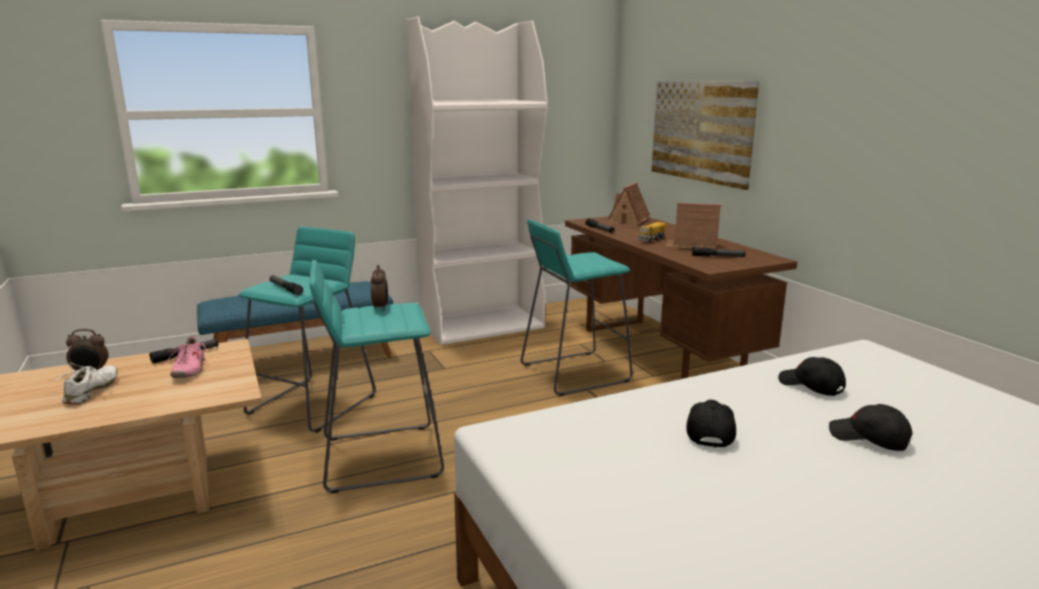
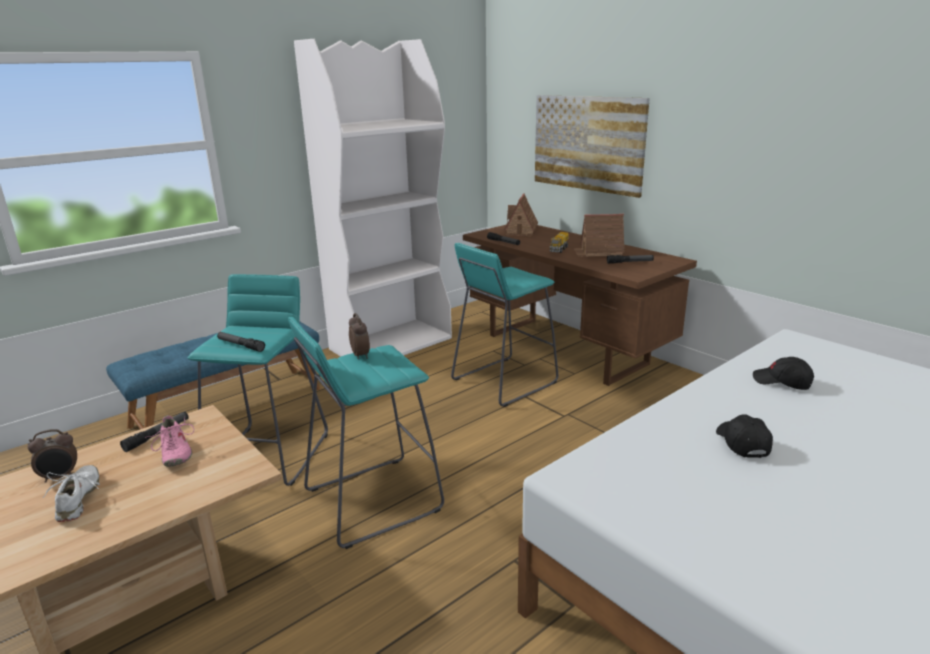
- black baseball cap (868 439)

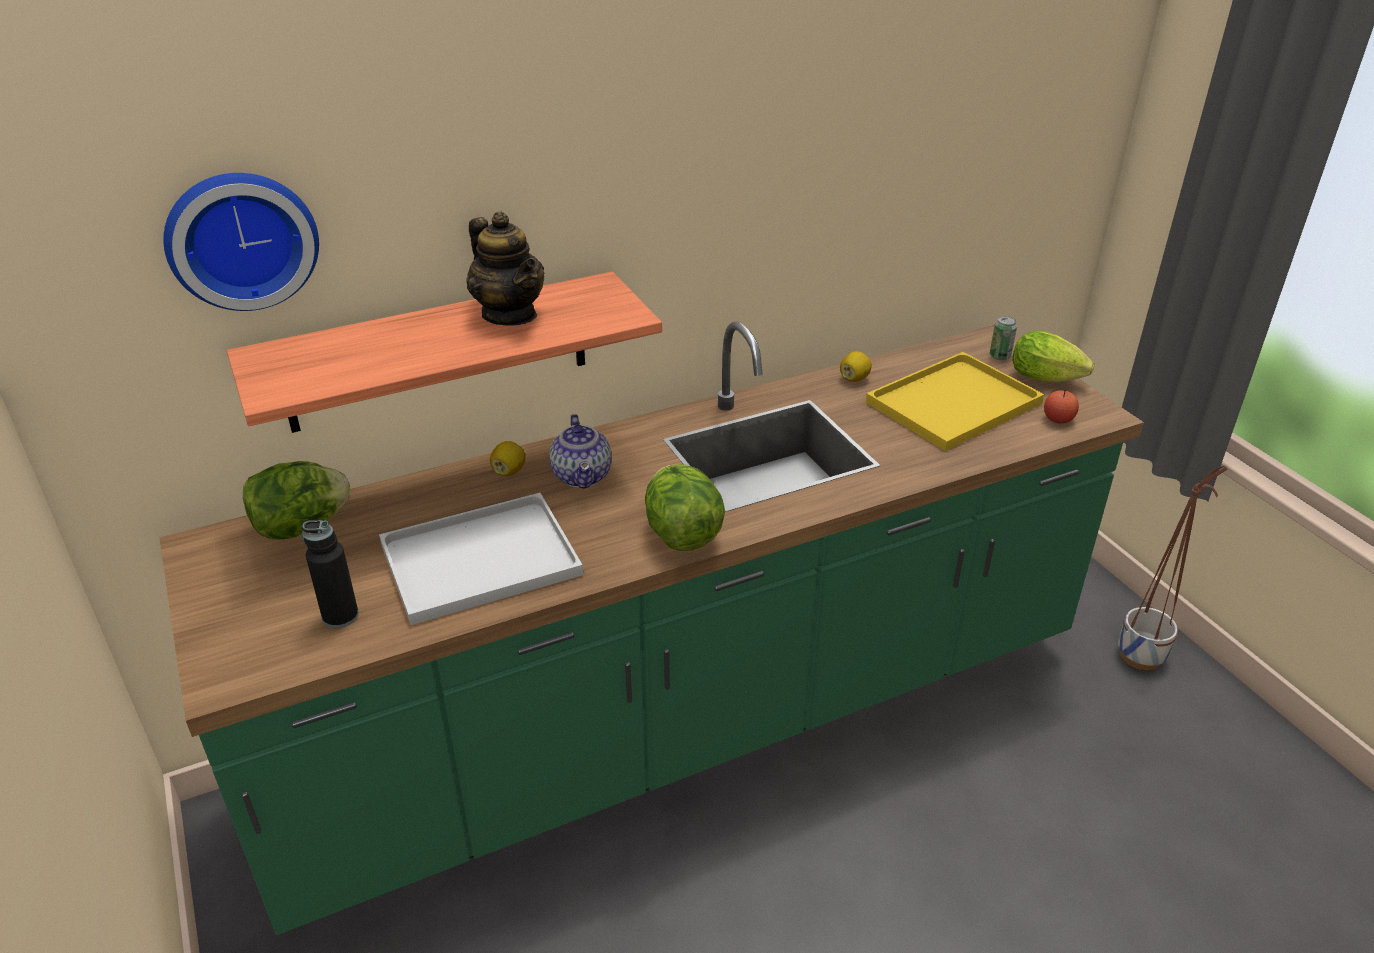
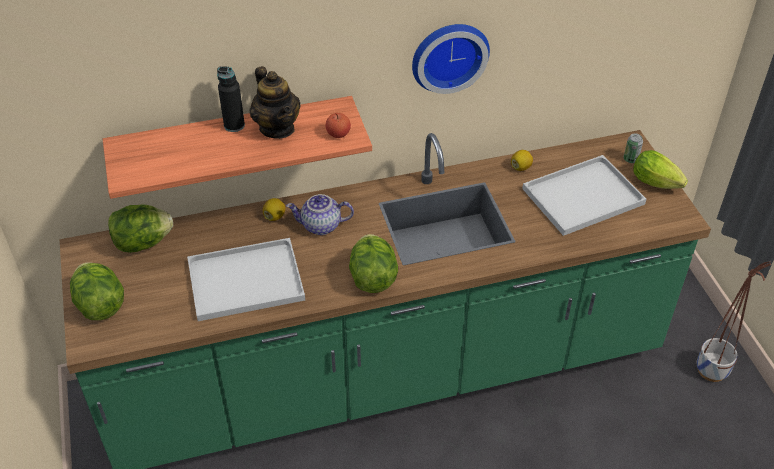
~ hanging clock (241 238) to (448 55)
~ yellowish tray (953 404) to white-coloured tray (582 198)
~ apple fruit (1058 419) to (338 134)
~ tea pot (583 476) = (320 226) 90 degrees clockwise
~ black beverage bottle (340 616) to (234 125)
+ lettuce (100 305)

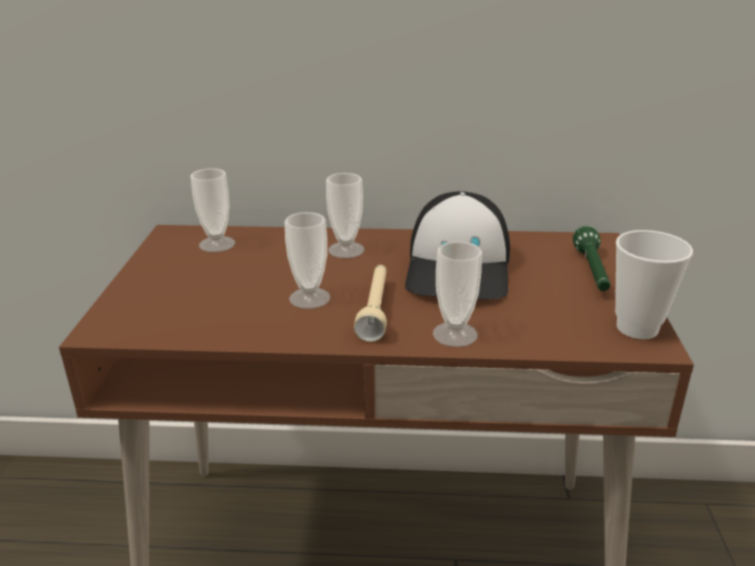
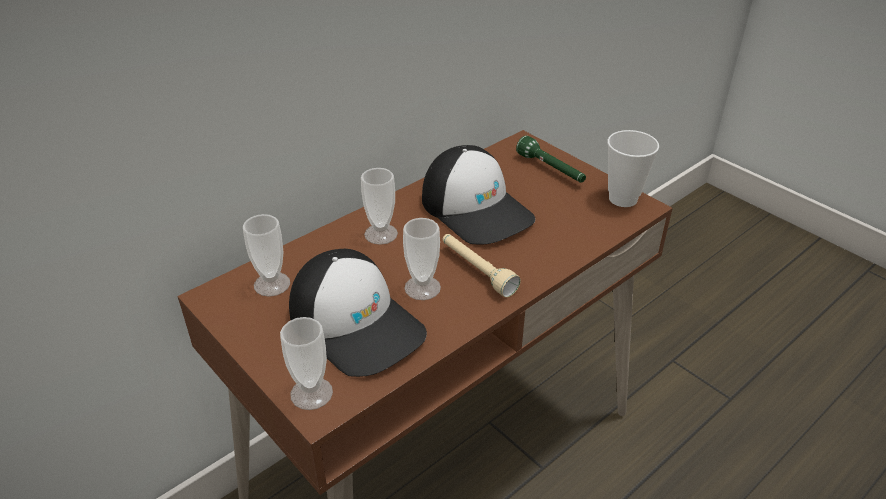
~ drinking cup (455 334) to (311 393)
+ baseball cap (357 324)

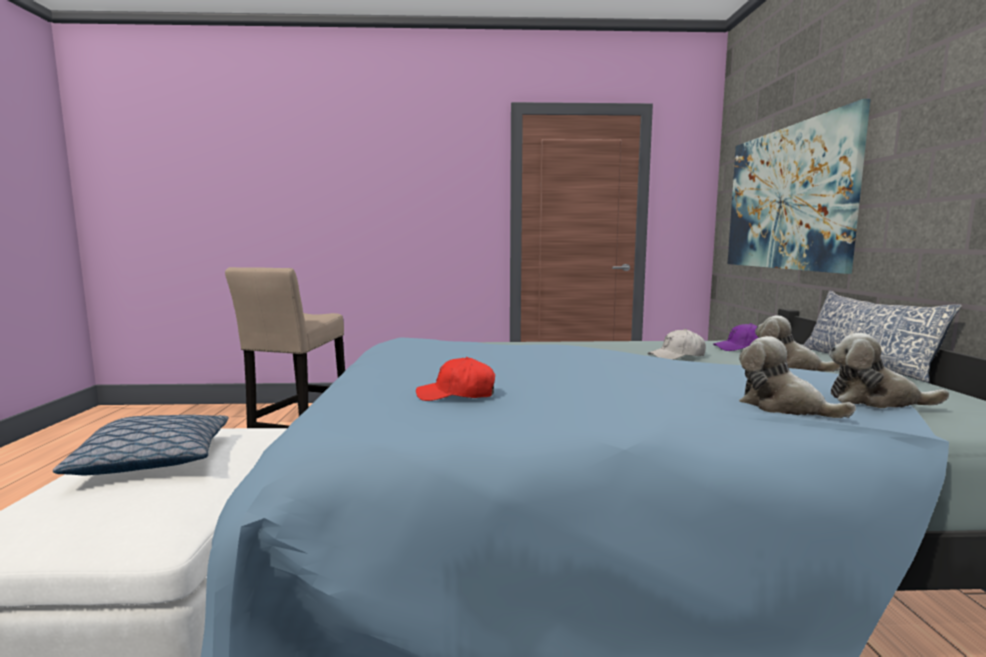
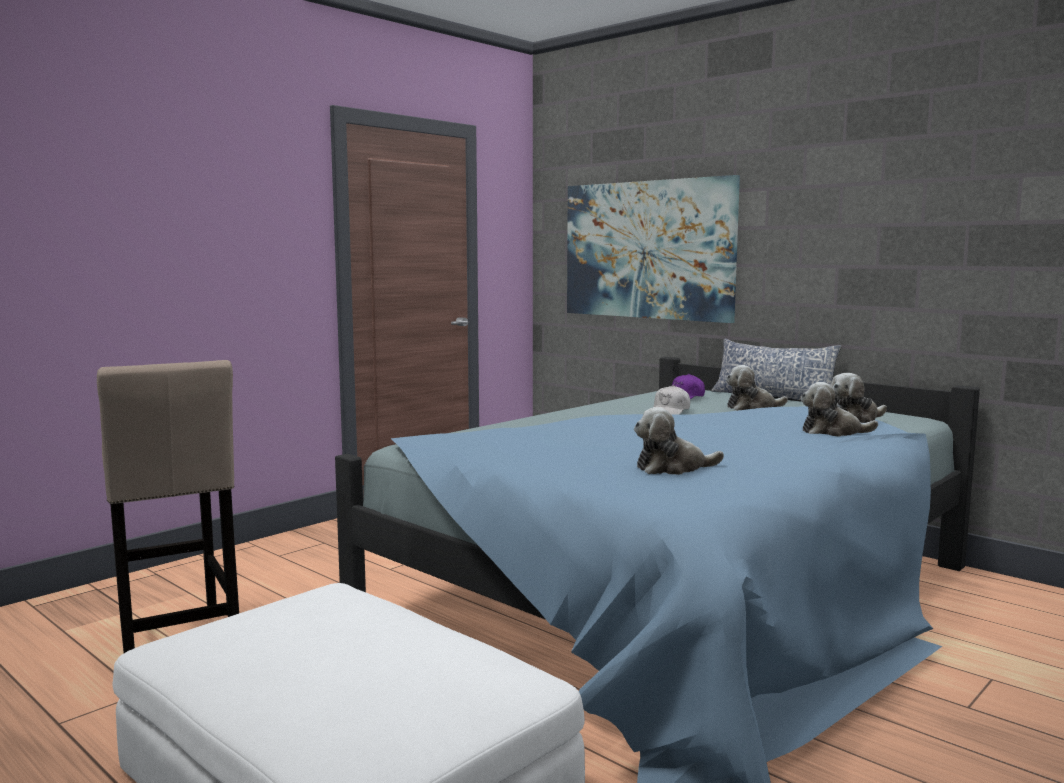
~ red baseball cap (457 395) to plush toy (672 468)
- throw pillow (155 460)

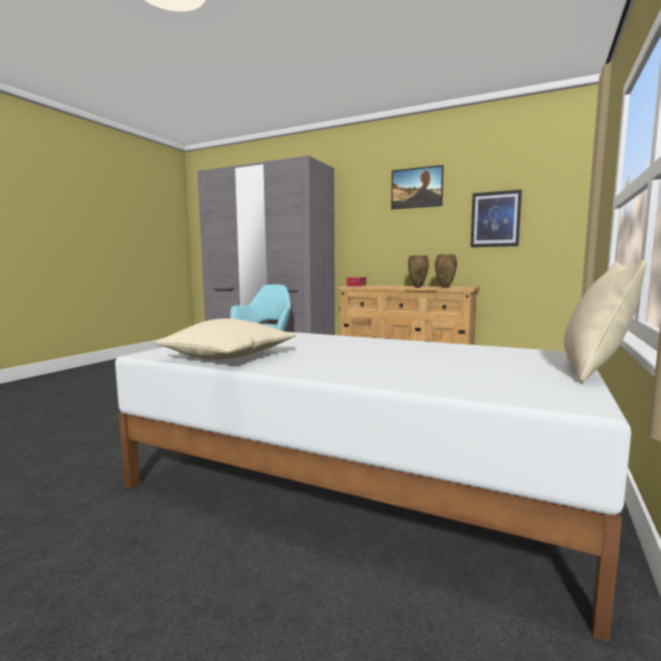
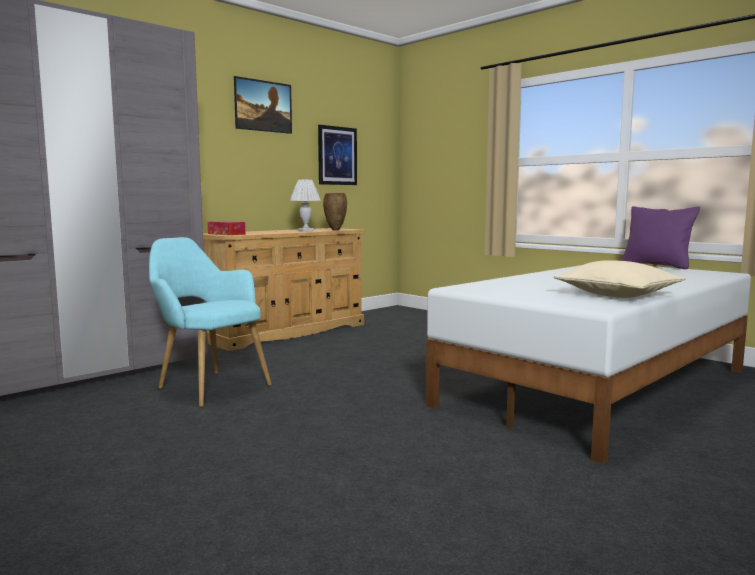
~ brown flower vase (417 287) to white-coloured tabletop lamp (306 231)
~ beige throw pillow (593 371) to purple throw pillow (656 266)

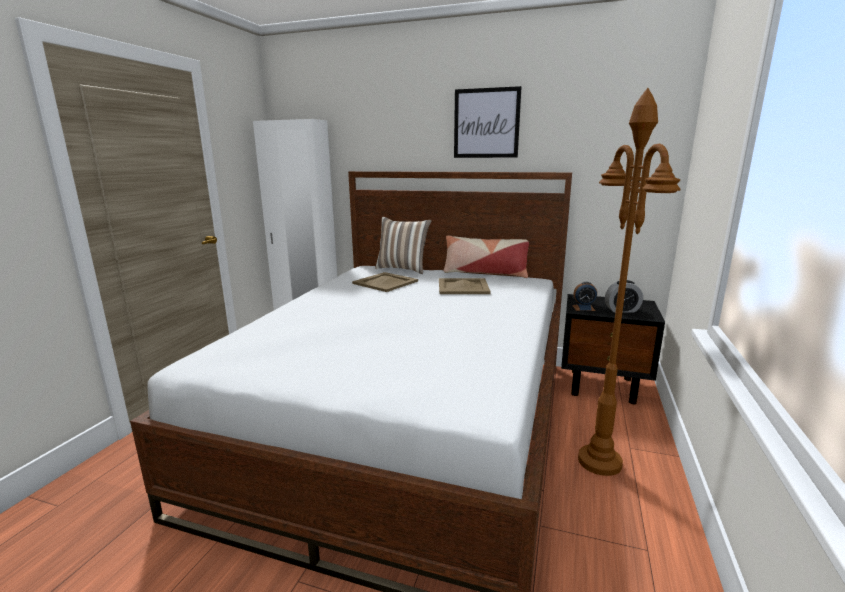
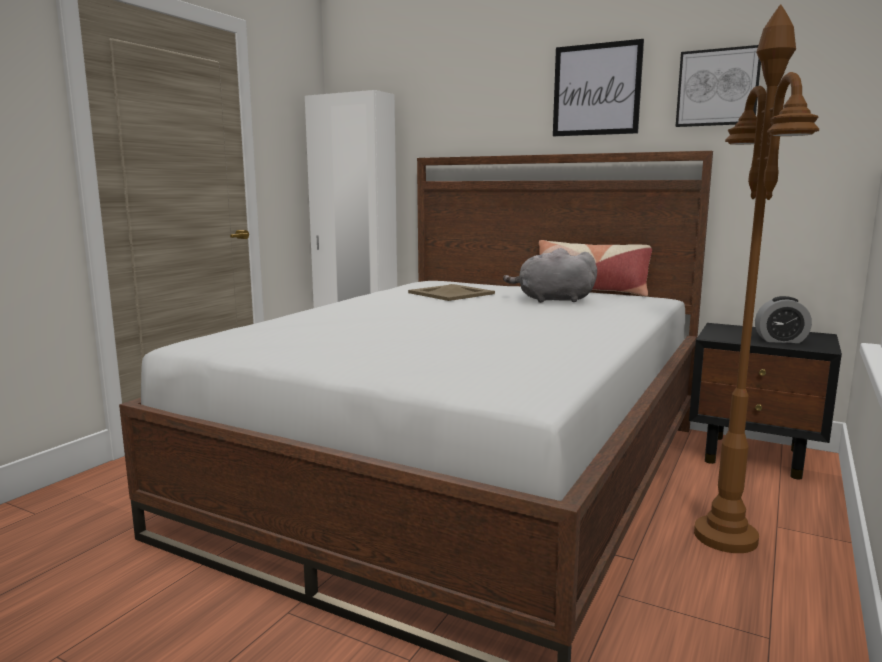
- throw pillow (403 269)
~ beige tray (462 287) to grey plush toy (552 300)
- bedside clock (583 308)
+ picture (718 87)

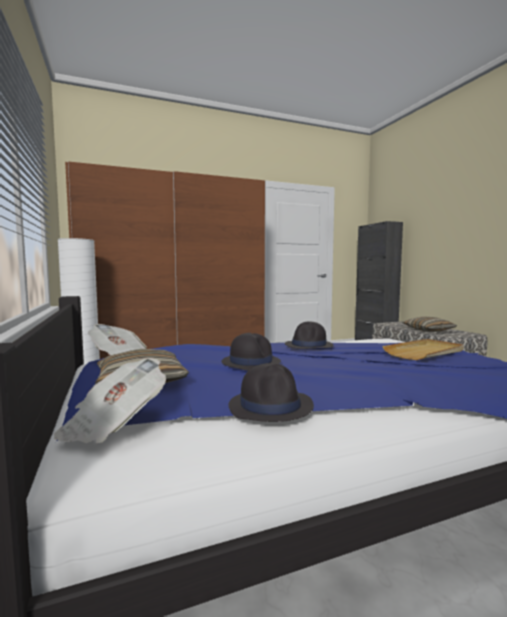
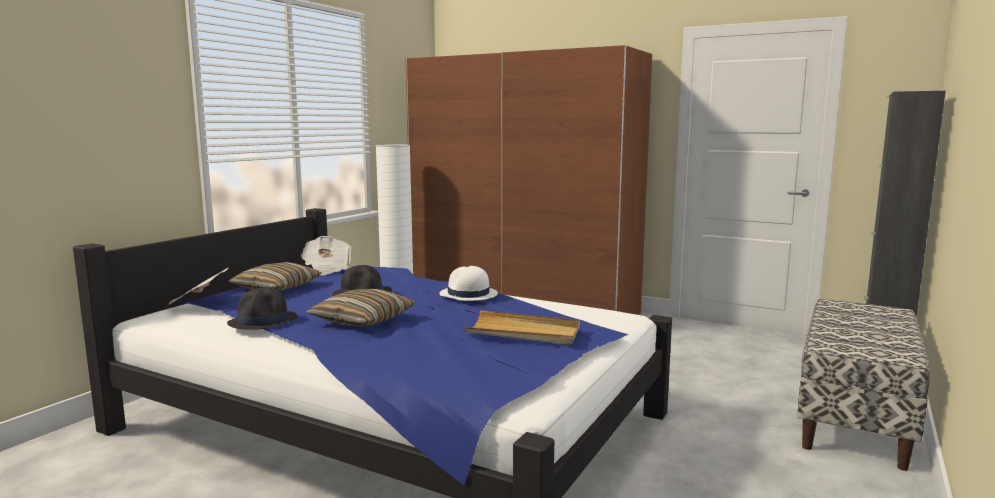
~ throw pillow (428 330) to (363 320)
~ black wearable hat (309 345) to white-coloured wearable hat (468 295)

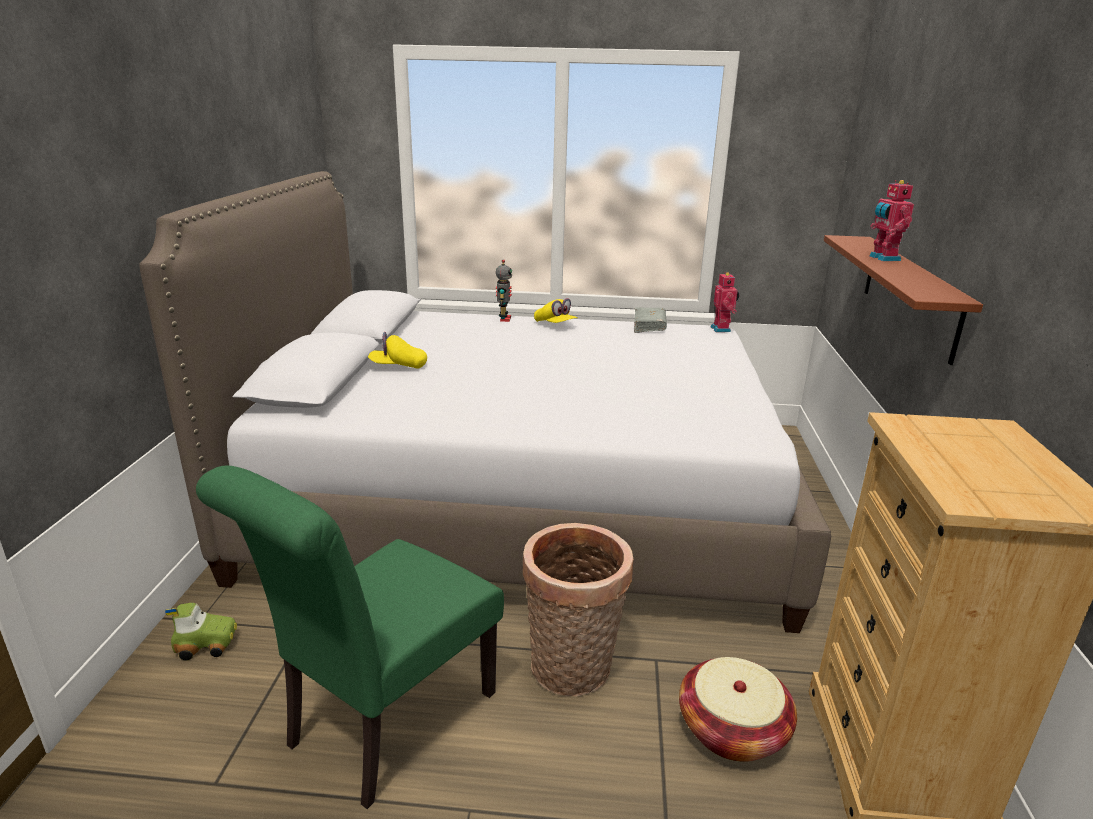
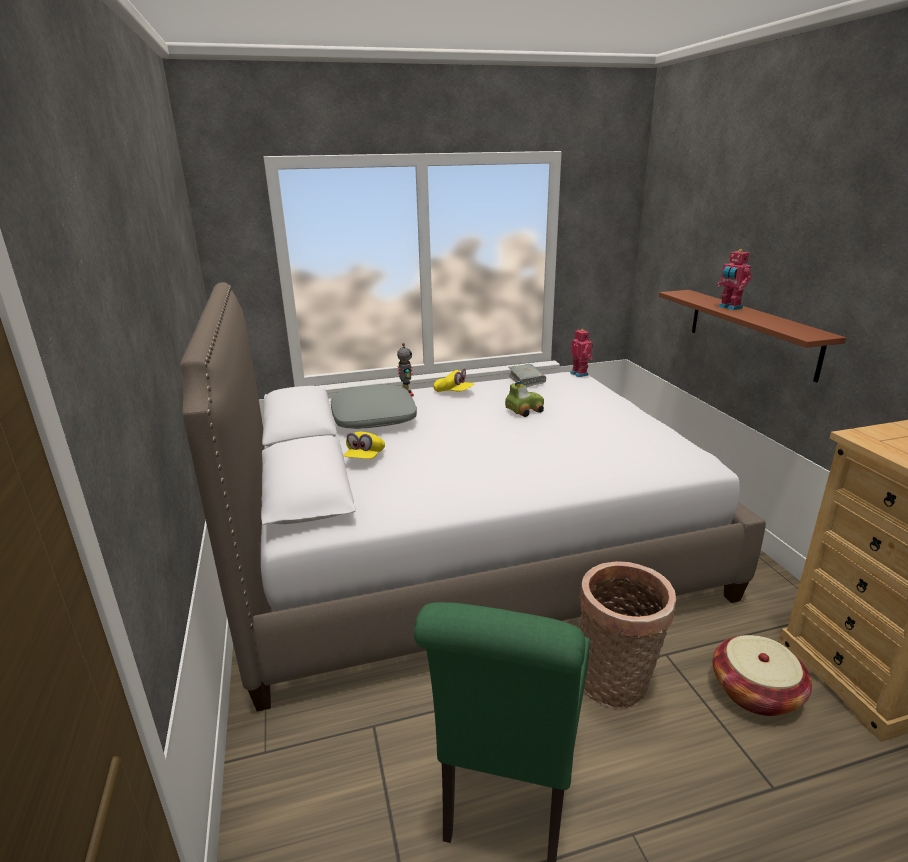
~ yellowish baseball cap (397 366) = (365 458) 45 degrees counterclockwise
~ toy car (207 643) to (524 410)
+ grey throw pillow (374 418)

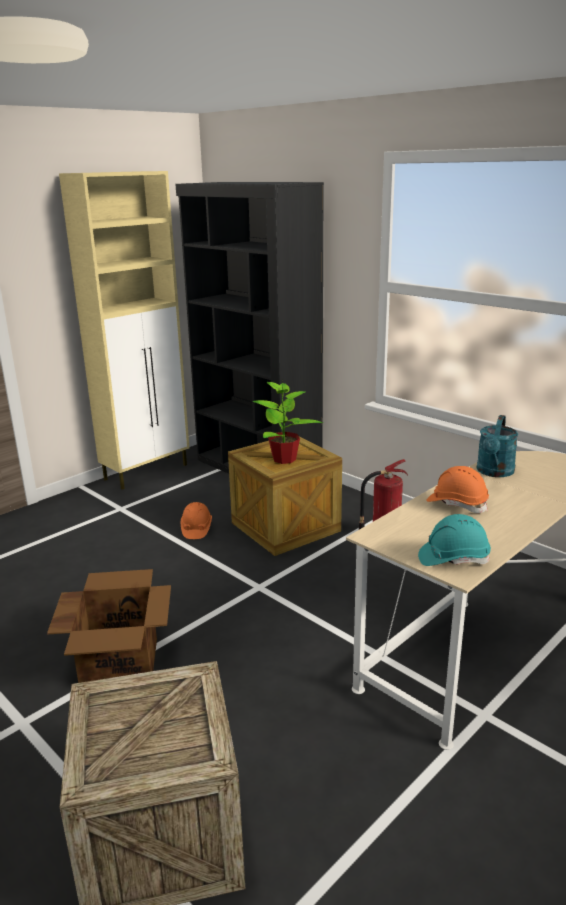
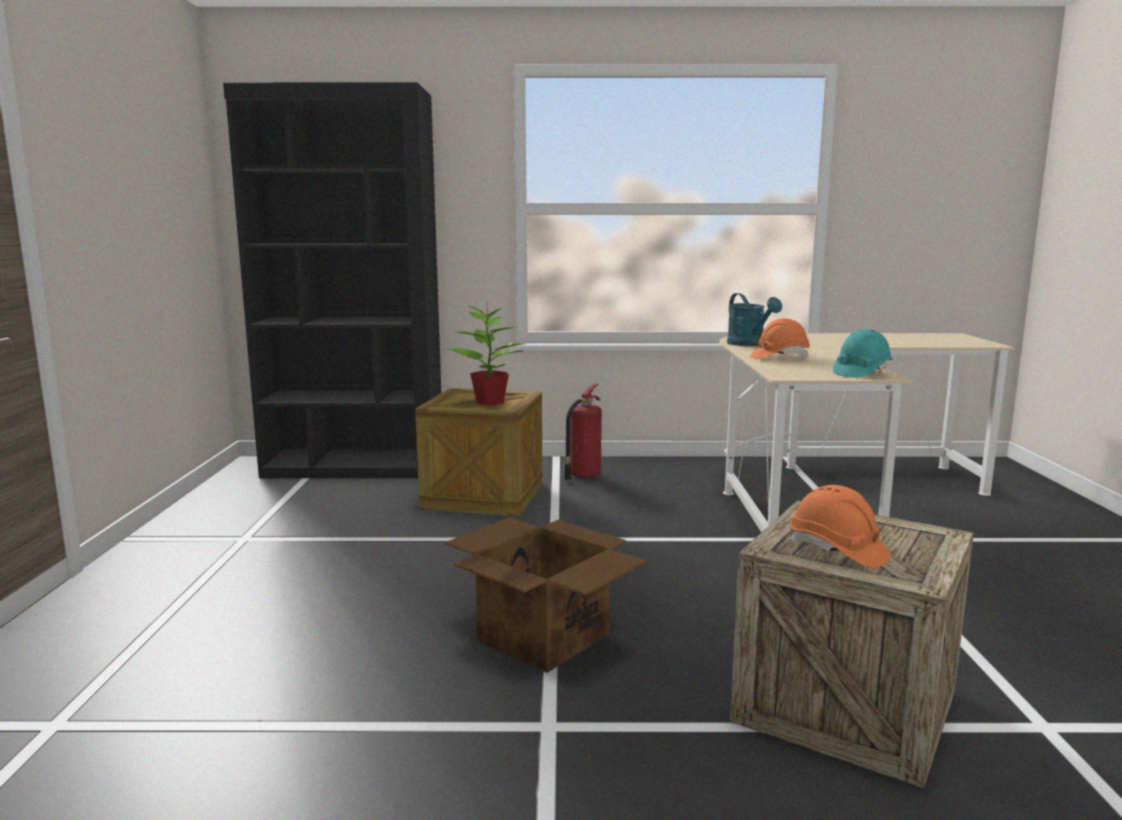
- beige cupboard (147 472)
~ orange-coloured hard hat (196 529) to (837 551)

